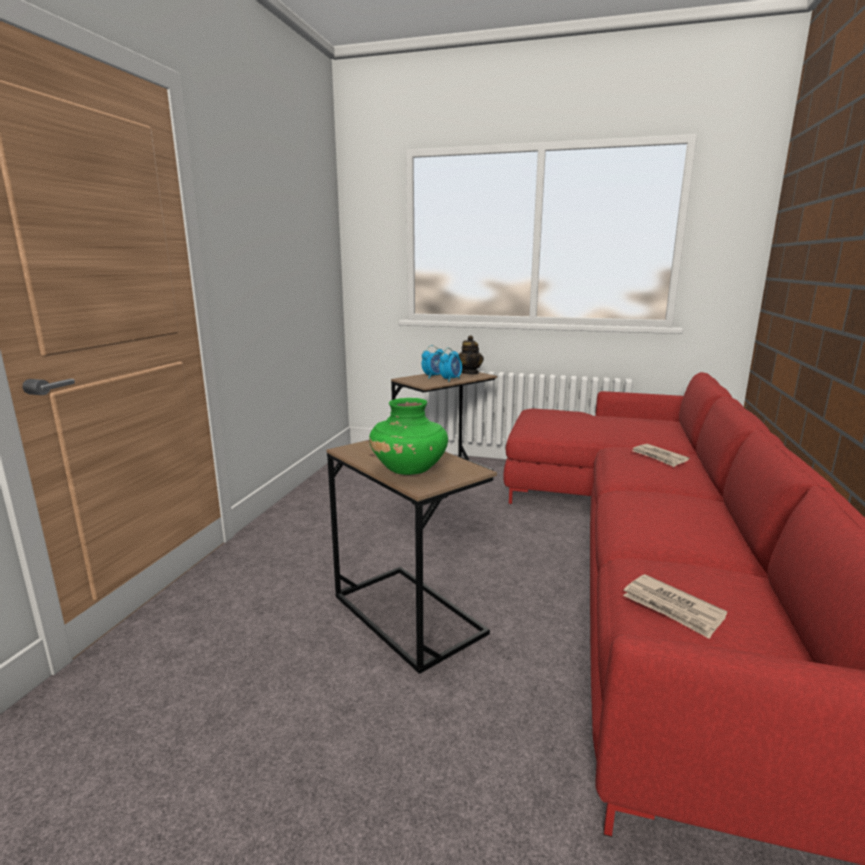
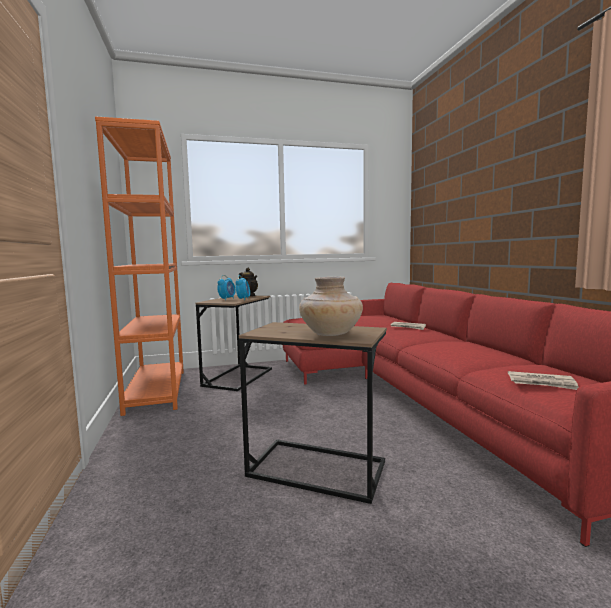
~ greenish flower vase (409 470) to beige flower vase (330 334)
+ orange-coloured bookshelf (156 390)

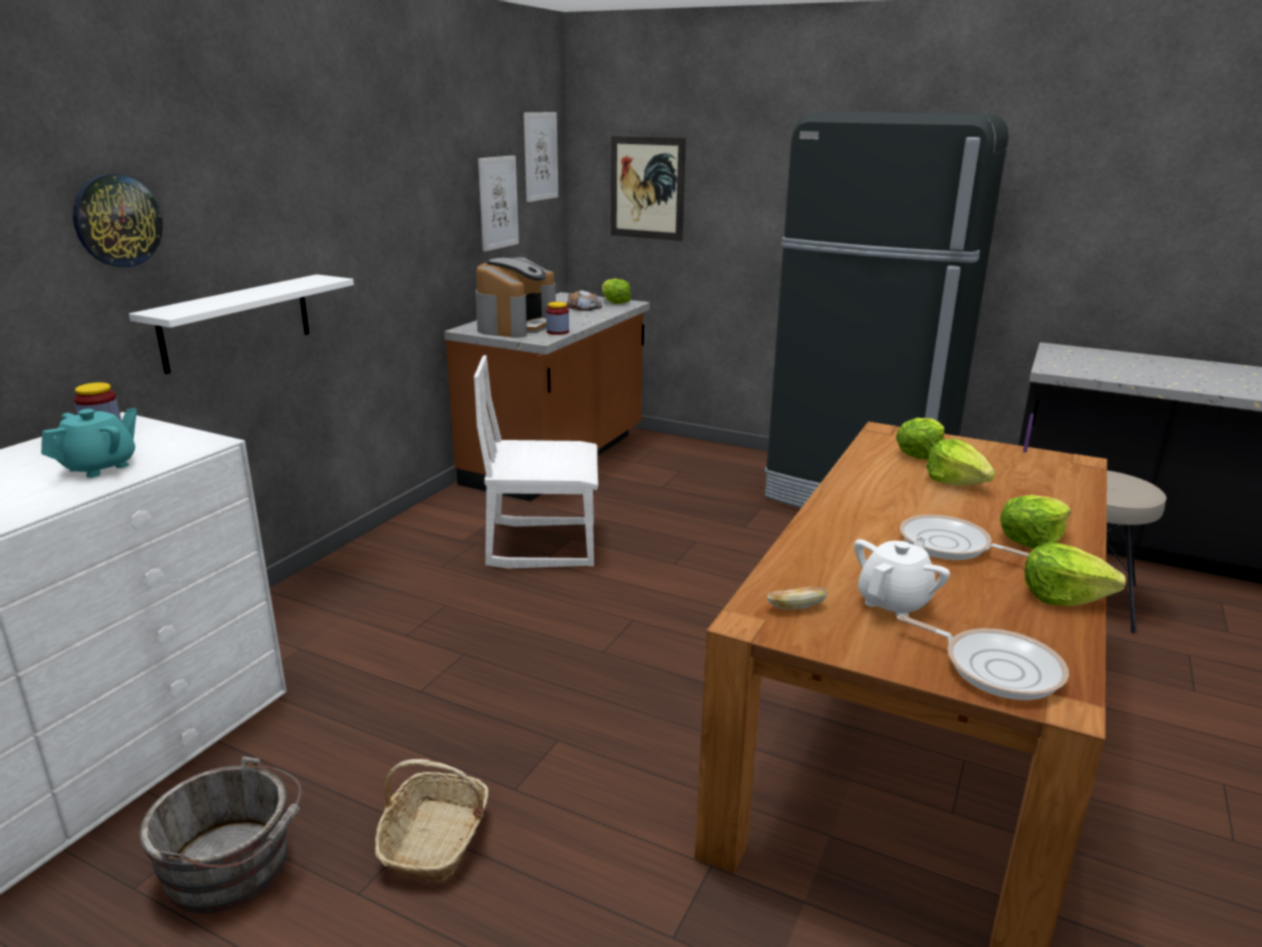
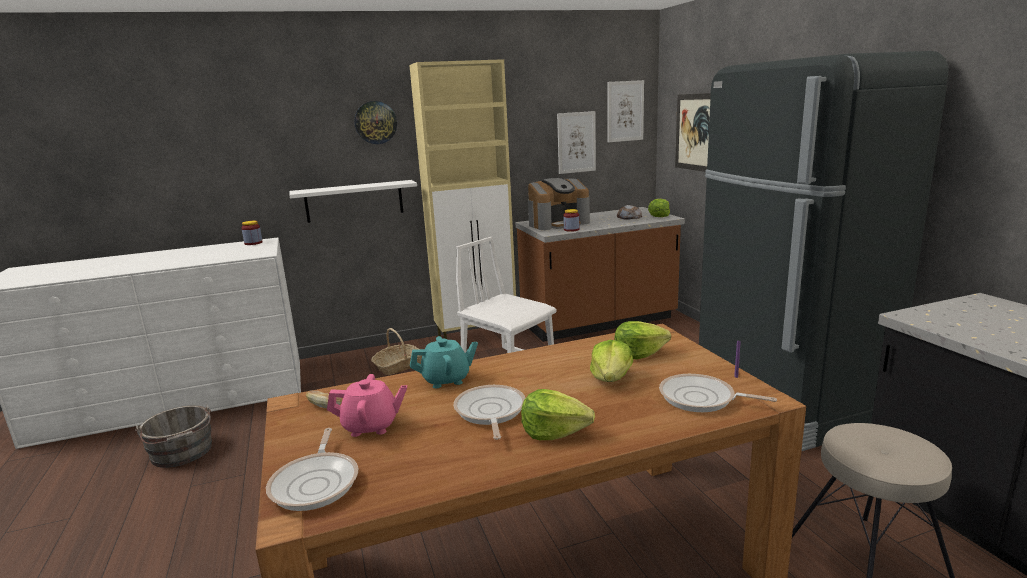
~ hanging clock (117 220) to (375 122)
~ turquoise-coloured tea pot (100 467) to (446 380)
~ white-coloured tea pot (894 602) to pink-coloured tea pot (371 426)
- lettuce (1063 597)
~ household basket (435 840) to (398 366)
+ beige cupboard (477 336)
+ frying pan (701 399)

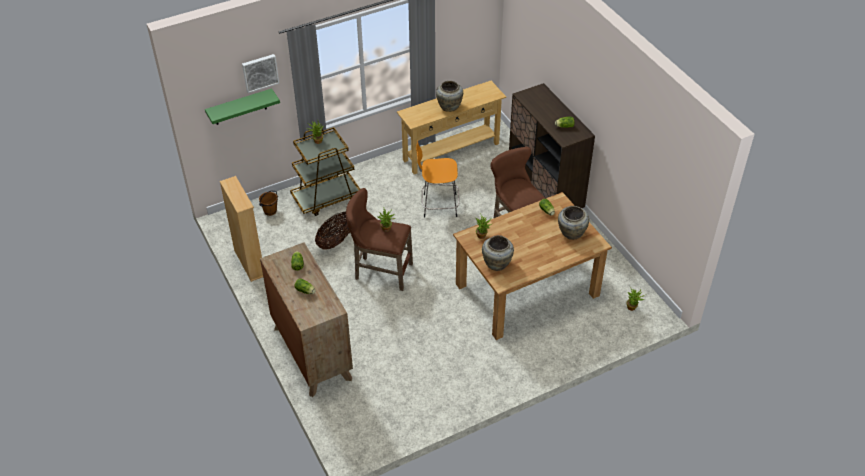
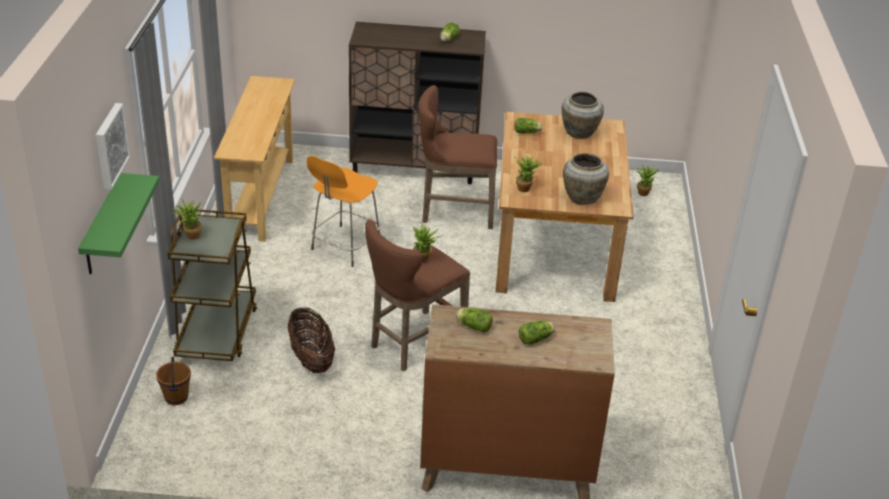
- beige flower vase (449 106)
- beige bookshelf (249 263)

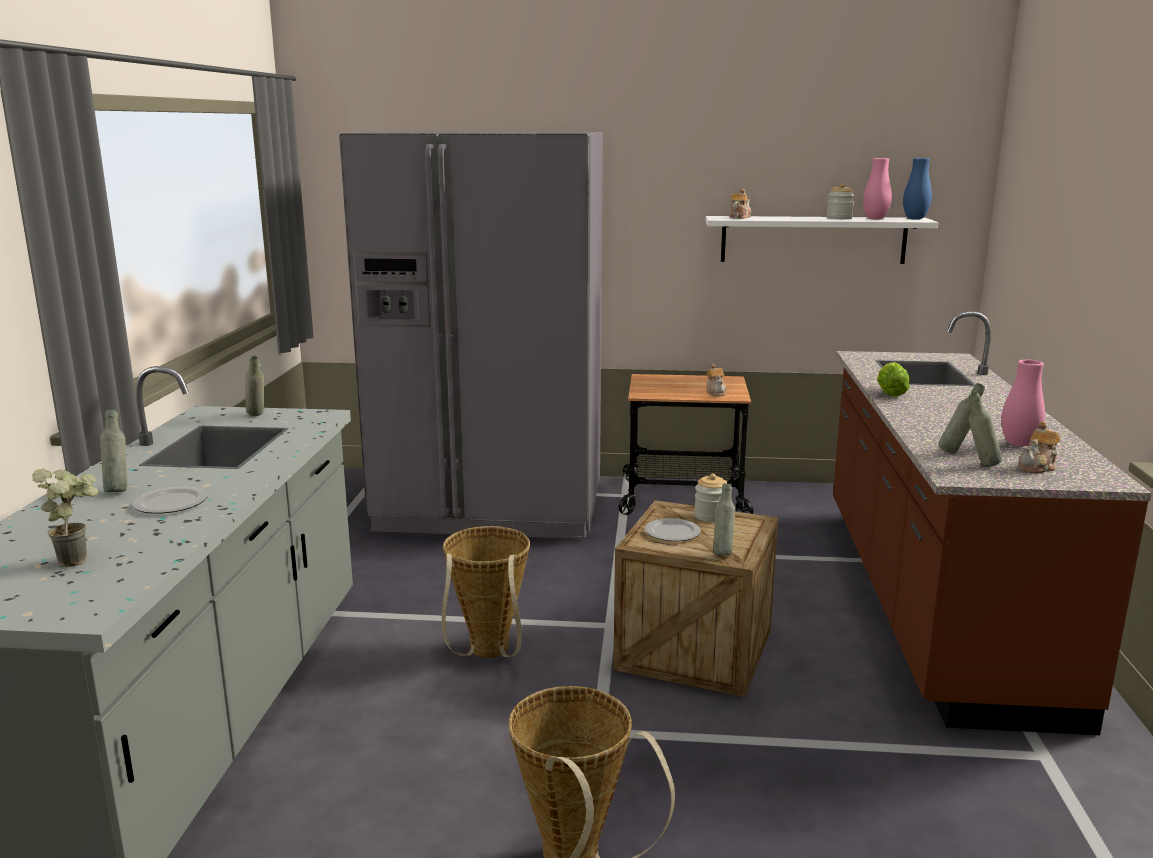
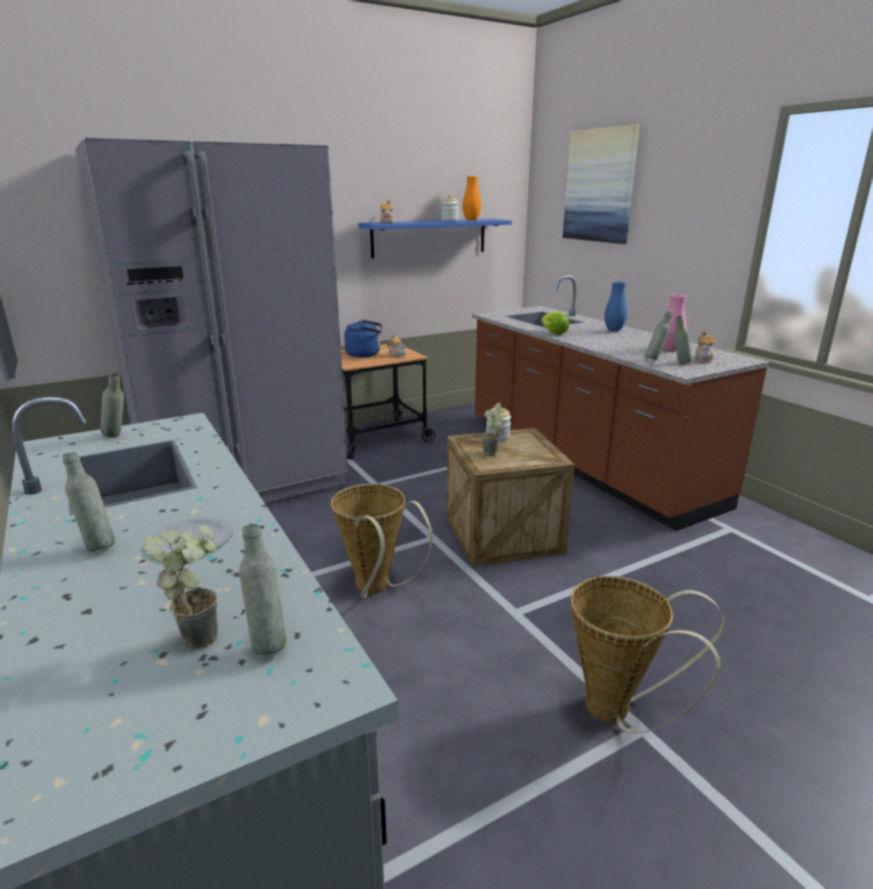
~ pink-coloured flower vase (875 219) to orange-coloured flower vase (471 220)
~ blue-coloured flower vase (915 219) to (614 330)
~ white-coloured wall shelf (813 239) to blue-coloured wall shelf (429 237)
~ grey beverage bottle (722 553) to (267 642)
~ plate (673 533) to houseplant (493 454)
+ picture (600 186)
+ blue-coloured water kettle (365 354)

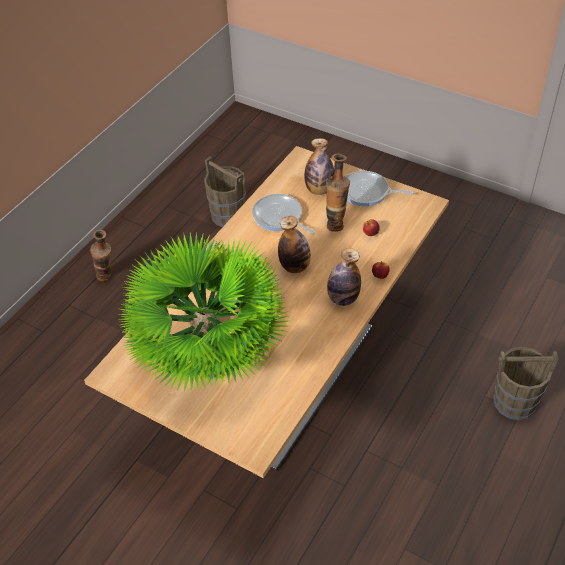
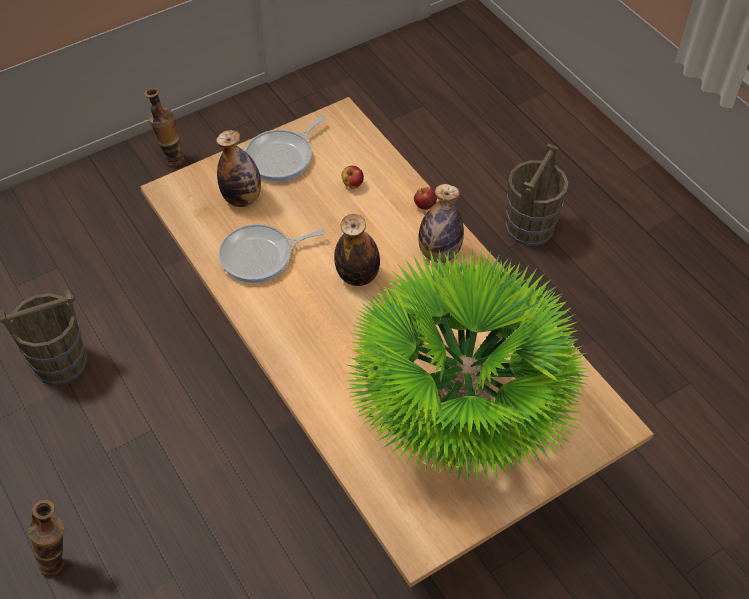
~ flower vase (336 223) to (171 158)

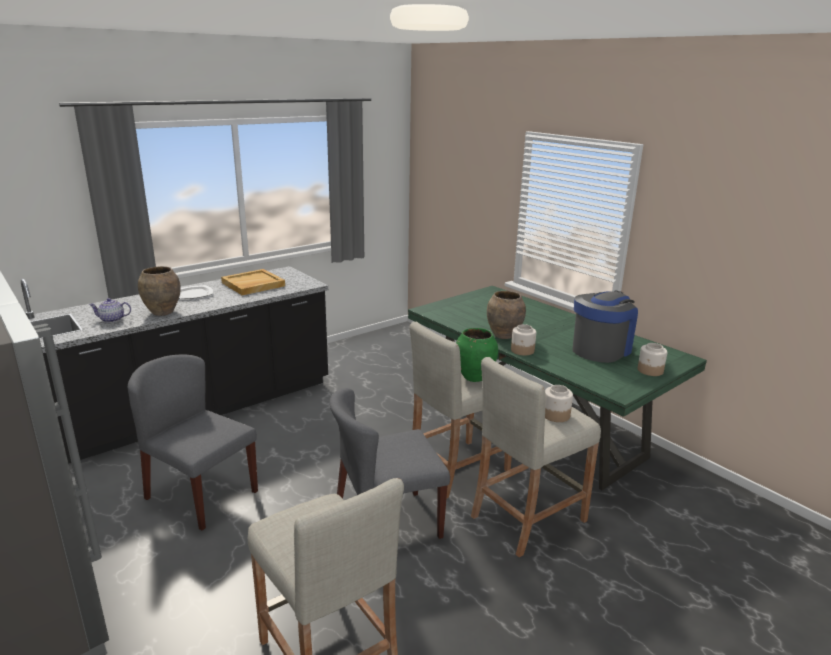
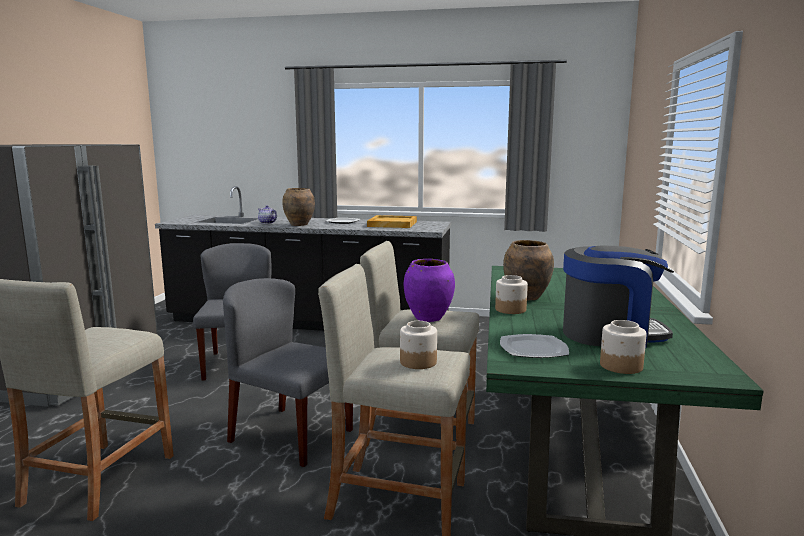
~ greenish flower vase (474 377) to purple flower vase (428 318)
+ plate (533 349)

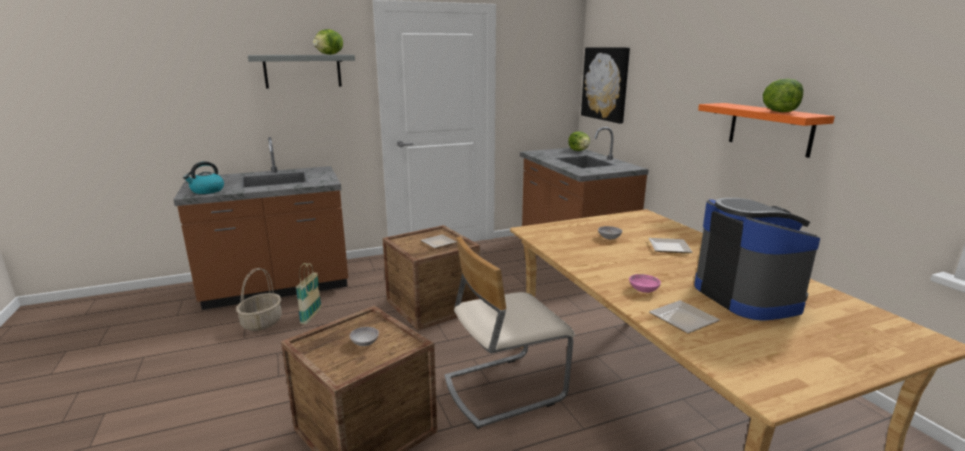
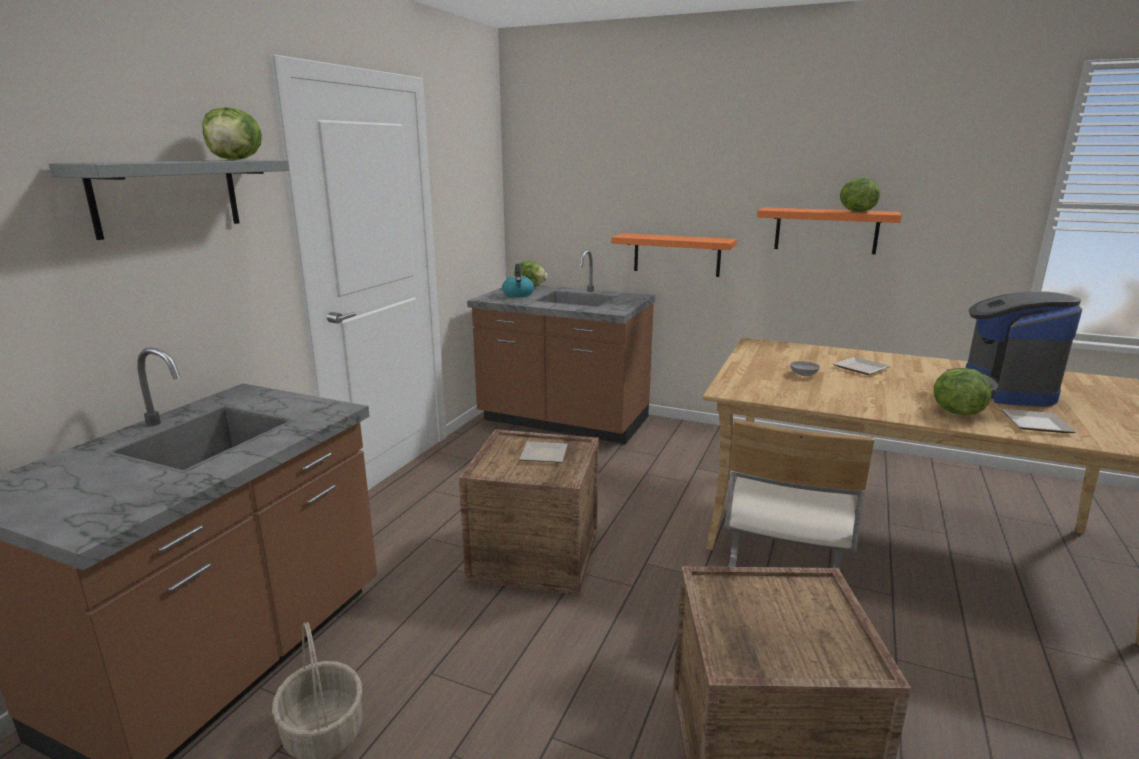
- picture (605 84)
~ water kettle (207 191) to (518 294)
~ coffee machine (747 296) = (1001 389) 105 degrees counterclockwise
- household basket (311 316)
~ pink-coloured bowl (643 290) to lettuce (955 412)
- grey bowl (365 343)
+ orange-coloured wall shelf (676 255)

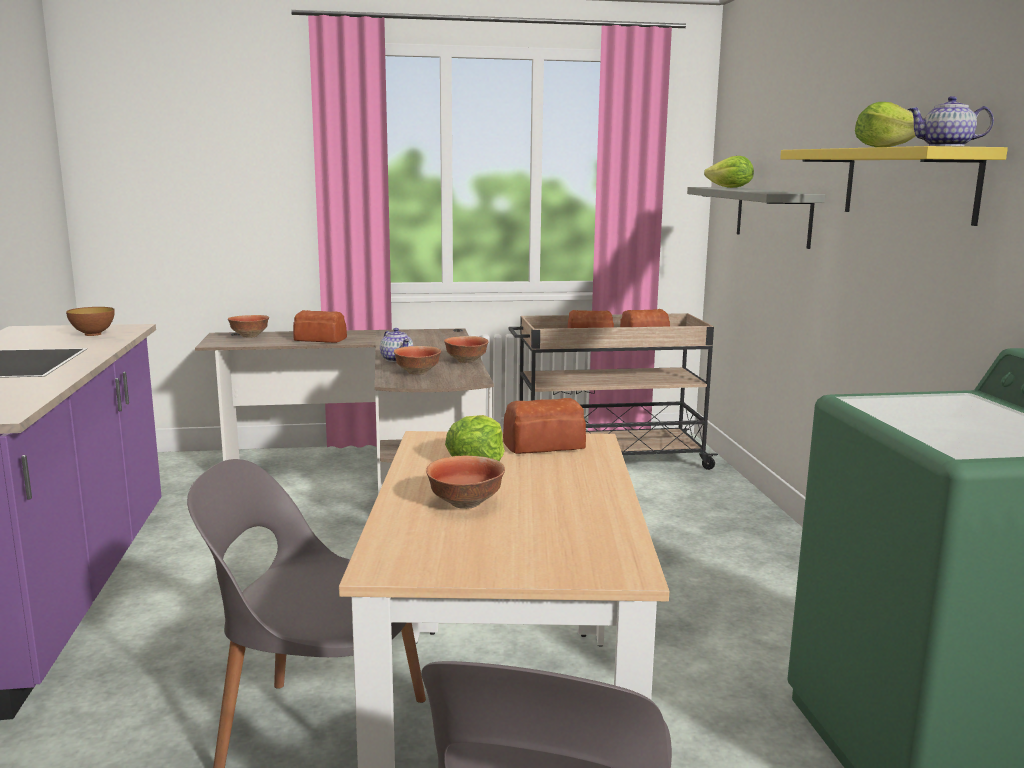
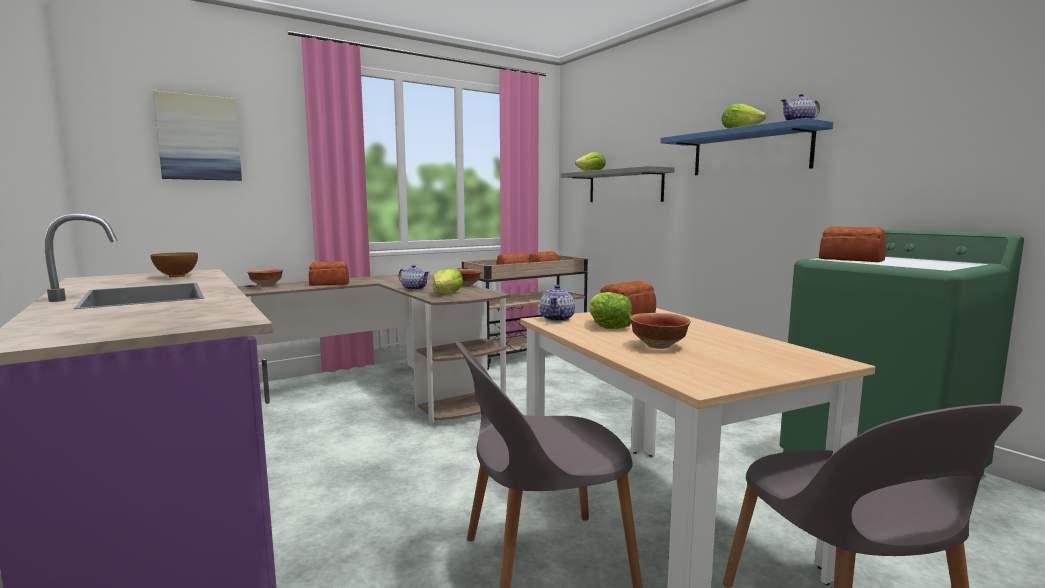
~ yellowish wall shelf (908 183) to blue-coloured wall shelf (750 152)
~ bowl (418 373) to lettuce (446 293)
+ picture (199 138)
+ bakery bread (852 260)
+ tea pot (557 319)

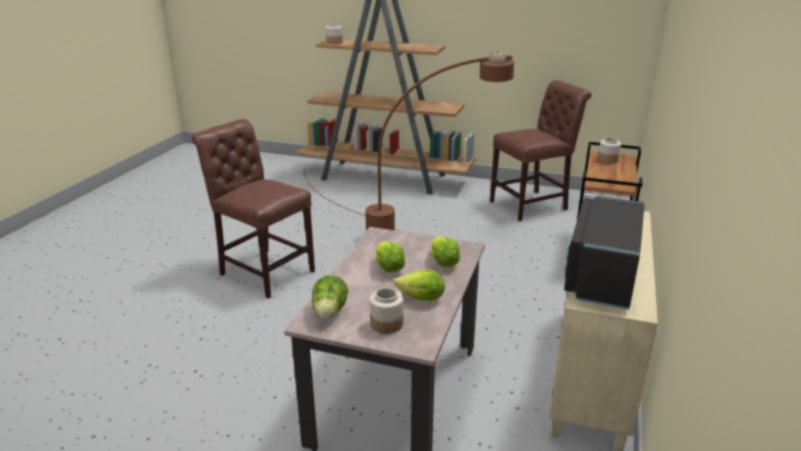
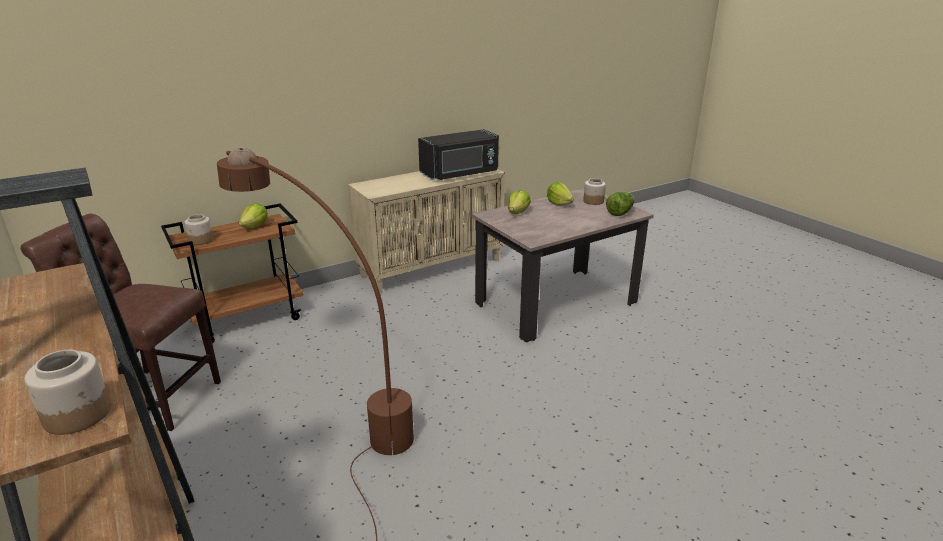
- brown chair (264 271)
~ lettuce (389 268) to (255 226)

